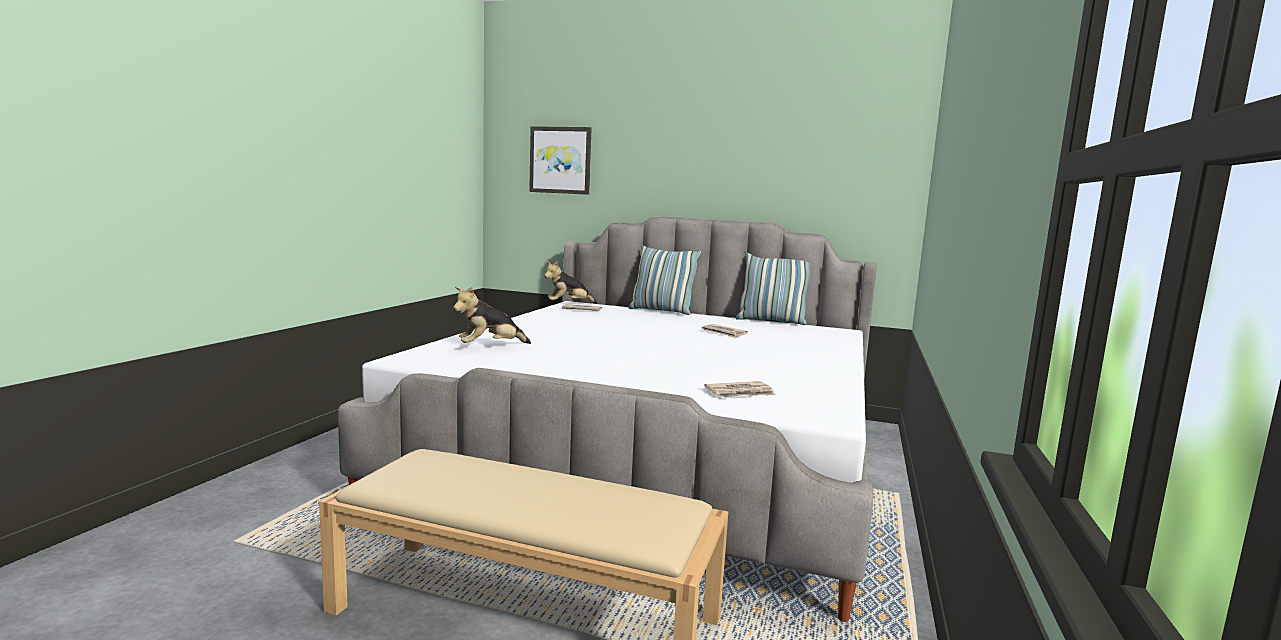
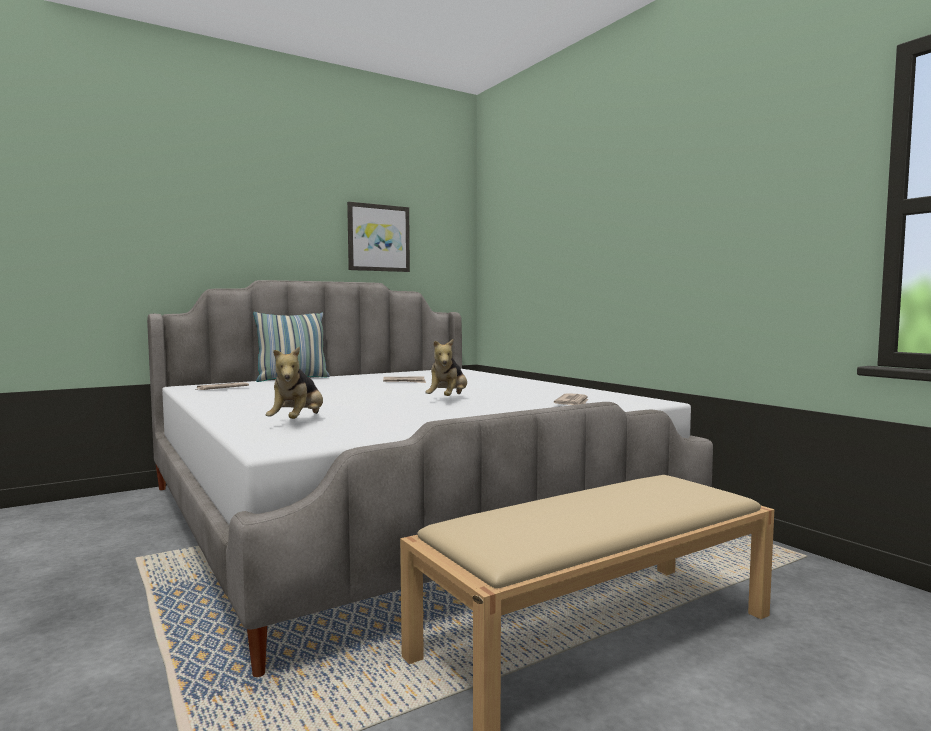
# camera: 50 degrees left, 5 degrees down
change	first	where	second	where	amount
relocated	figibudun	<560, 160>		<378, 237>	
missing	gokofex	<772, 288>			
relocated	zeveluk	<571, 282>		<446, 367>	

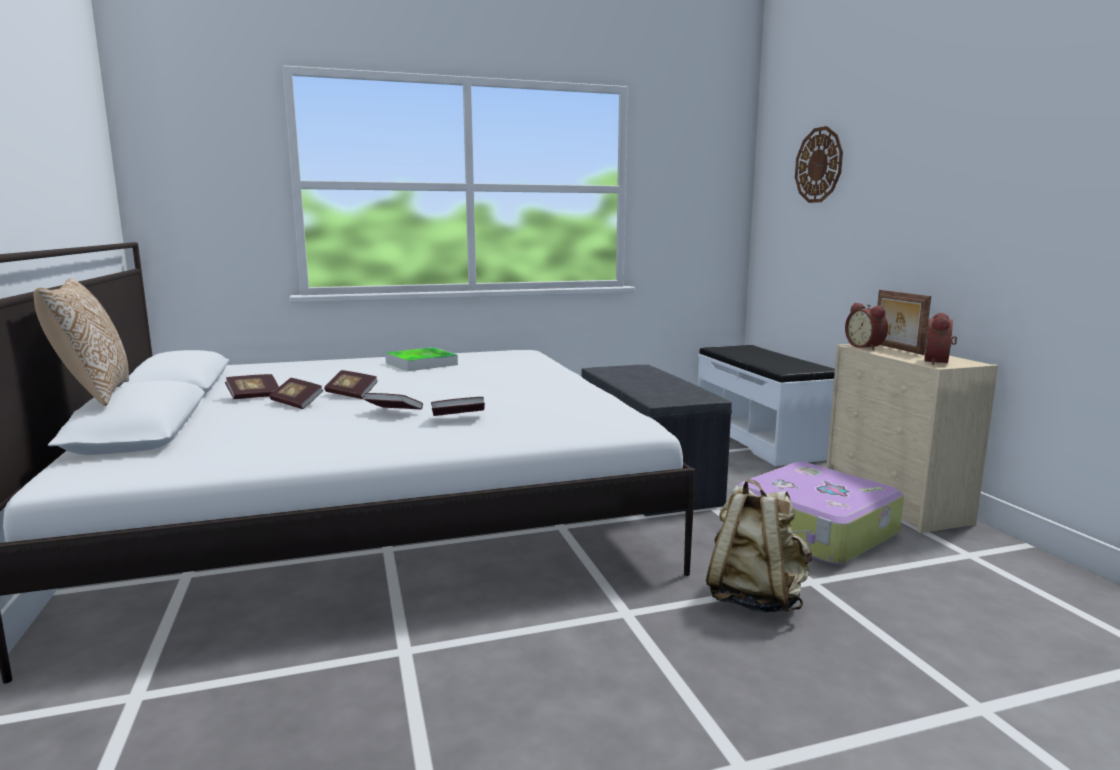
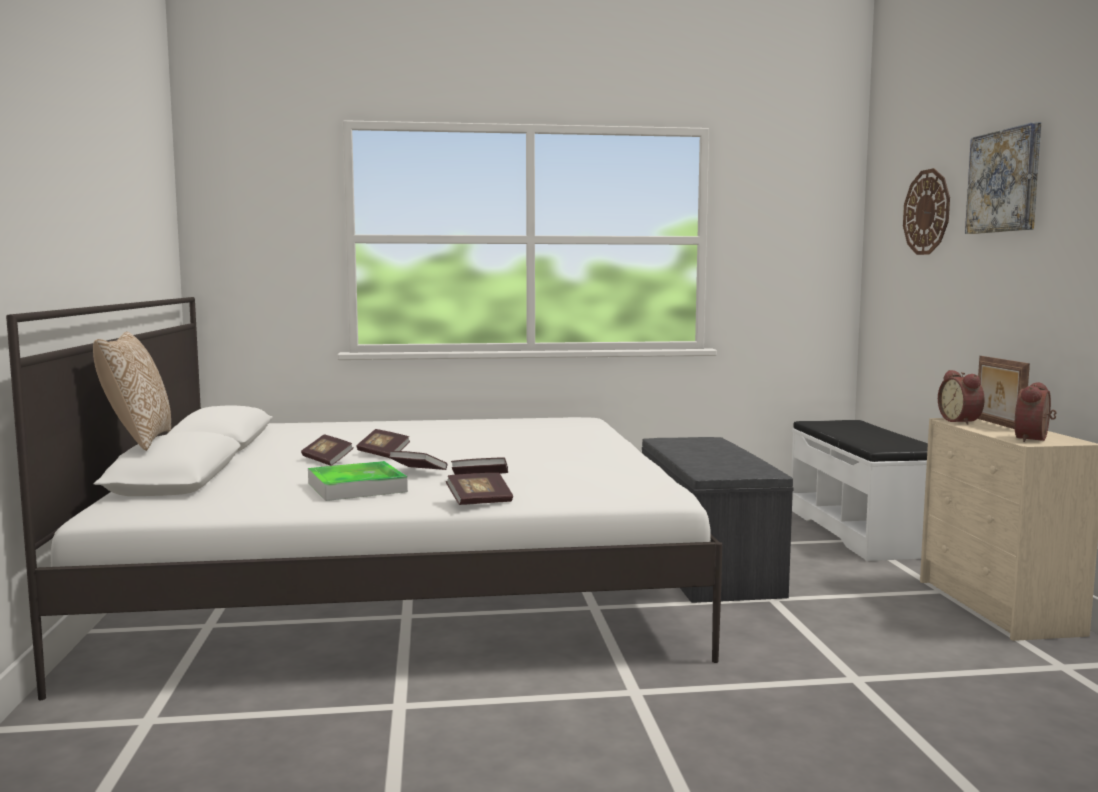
# camera: 10 degrees right, 5 degrees down
change	first	where	second	where	amount
relocated	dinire	<421, 359>		<358, 481>	
relocated	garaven	<252, 386>		<479, 489>	
missing	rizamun	<820, 513>			
missing	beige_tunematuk	<759, 546>			
appeared			figibudun	<1003, 178>	

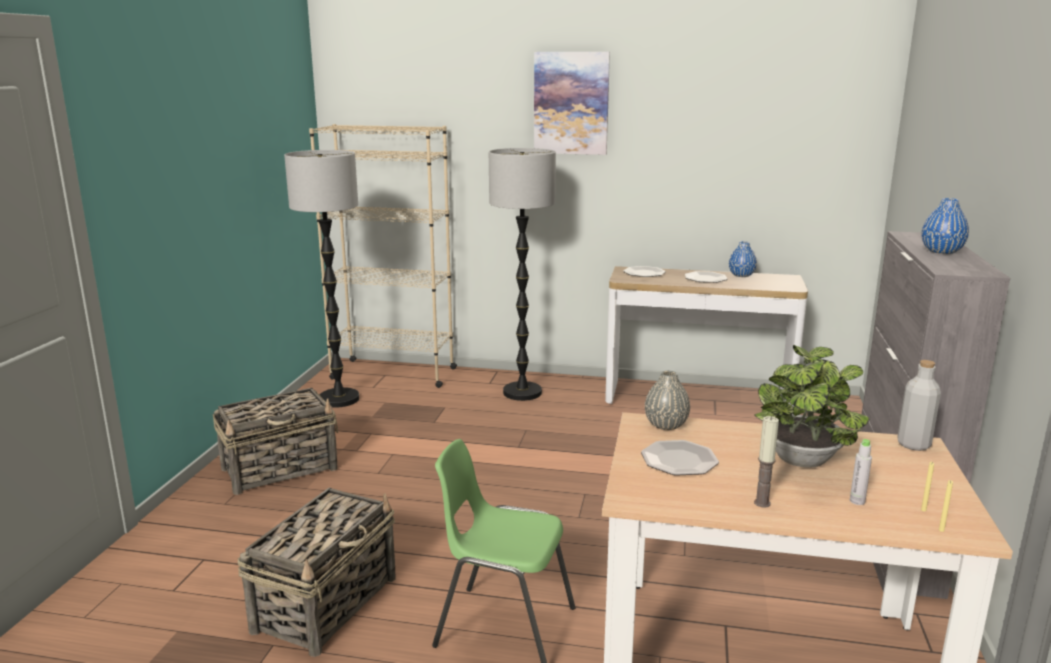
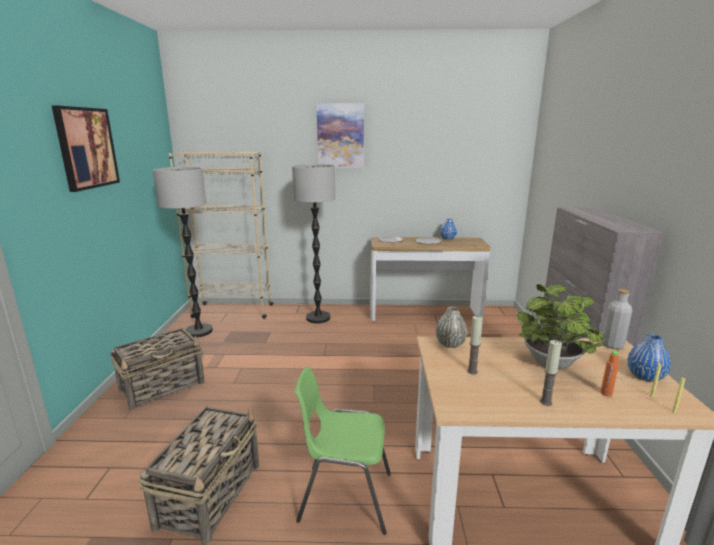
# camera: 10 degrees left, 0 degrees up
change	first	where	second	where	amount
relocated	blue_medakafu	<945, 226>		<649, 358>	
colour	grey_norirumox	<861, 472>	orange_norirumox	<610, 373>	
exchanged	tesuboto	<680, 458>	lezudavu	<475, 345>	
appeared			figibudun	<86, 148>	

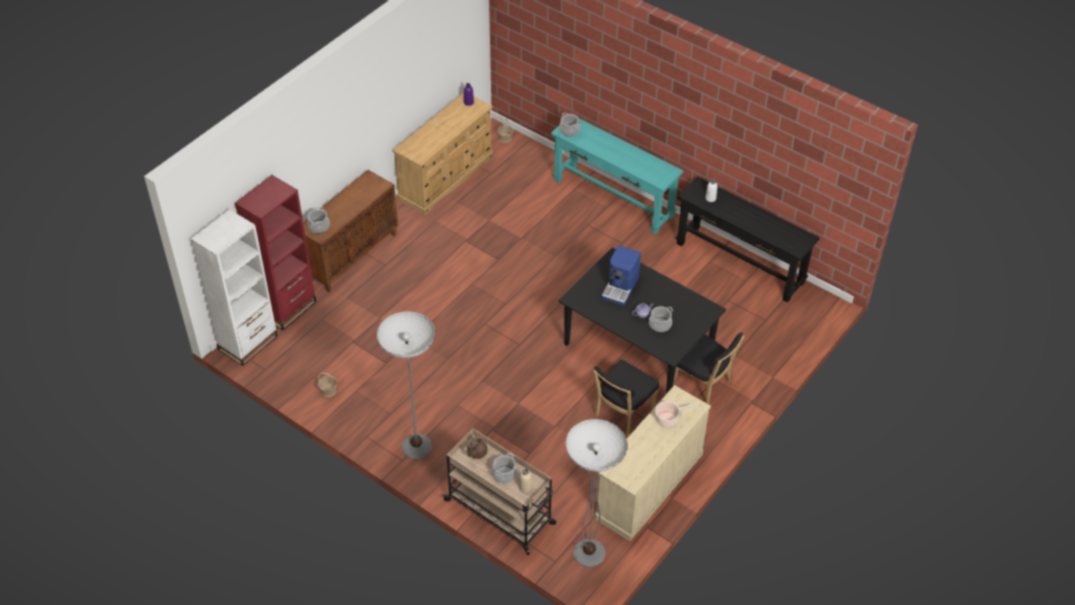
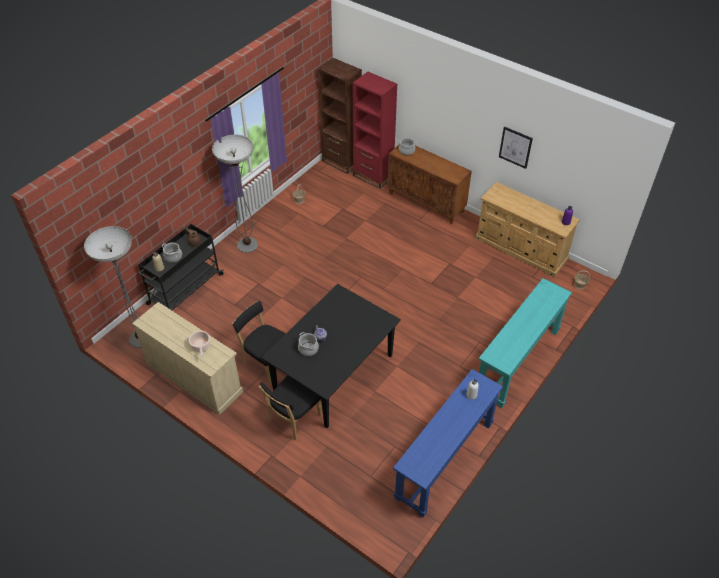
# camera: 90 degrees right, 0 degrees up
change	first	where	second	where	amount
missing	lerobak	<569, 124>			
colour	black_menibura	<748, 239>	blue_menibura	<448, 443>	
colour	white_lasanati	<234, 287>	brown_lasanati	<340, 116>	
missing	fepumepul	<621, 275>			
colour	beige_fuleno	<499, 491>	black_fuleno	<181, 267>	
appeared			figibudun	<516, 148>	

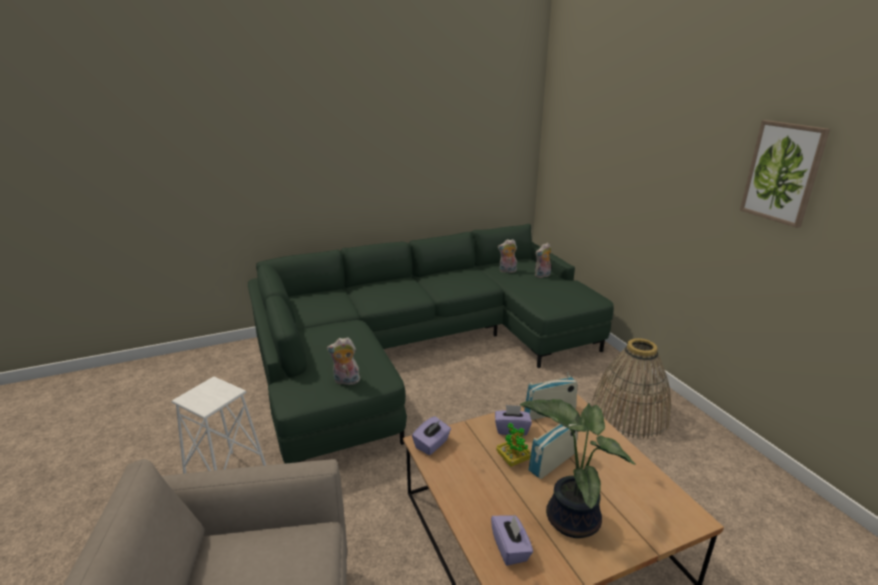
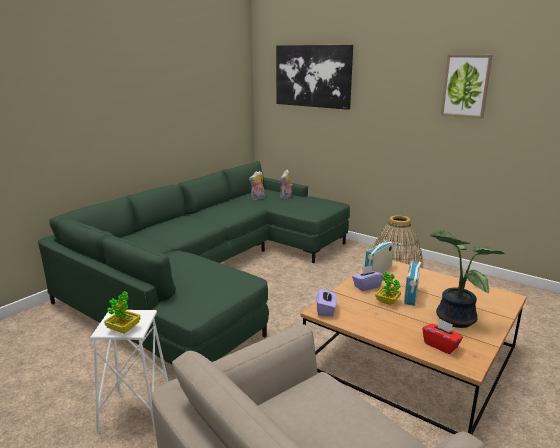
# camera: 30 degrees left, 5 degrees down
change	first	where	second	where	amount
missing	zeveluk	<344, 361>			
colour	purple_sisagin	<512, 540>	red_sisagin	<442, 336>	
appeared			figibudun	<314, 77>	
appeared			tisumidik	<122, 312>	

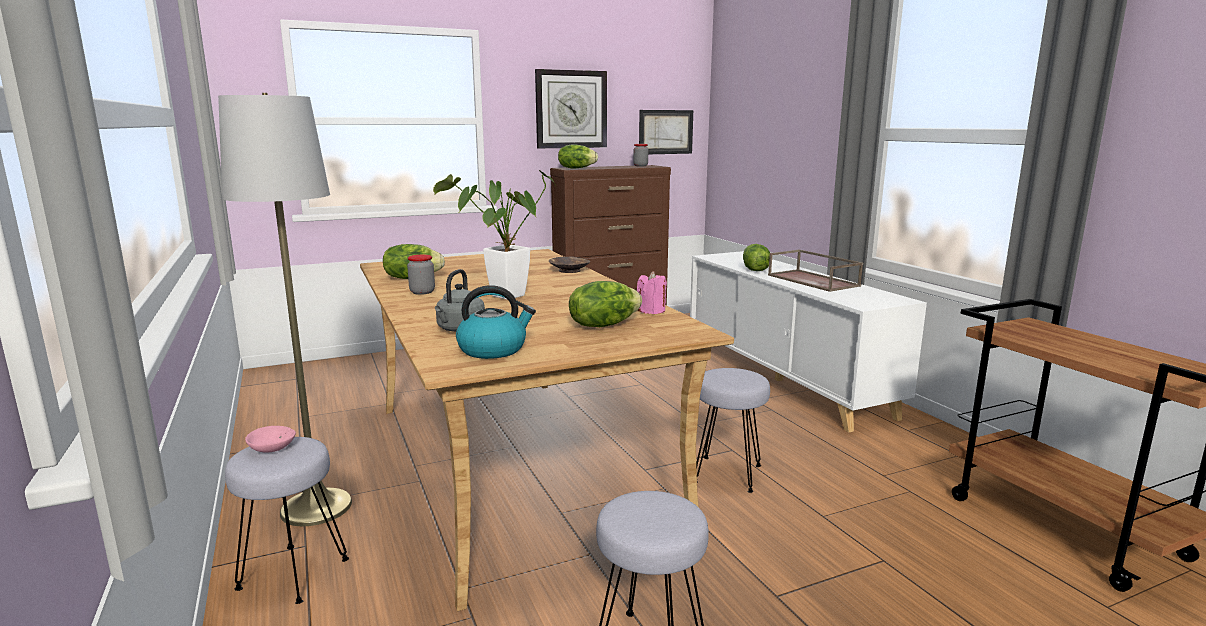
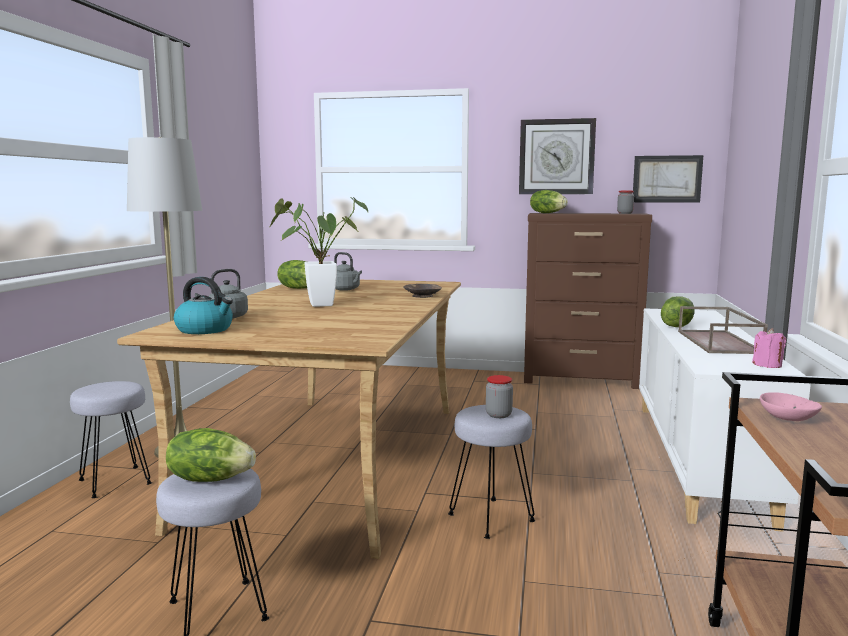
# camera: 35 degrees right, 5 degrees down
change	first	where	second	where	amount
relocated	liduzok	<421, 275>		<499, 396>	
relocated	pink_lezudavu	<652, 292>		<769, 348>	
relocated	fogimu	<605, 304>		<211, 455>	
relocated	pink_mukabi	<270, 439>		<791, 406>	
appeared			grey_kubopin	<348, 271>	

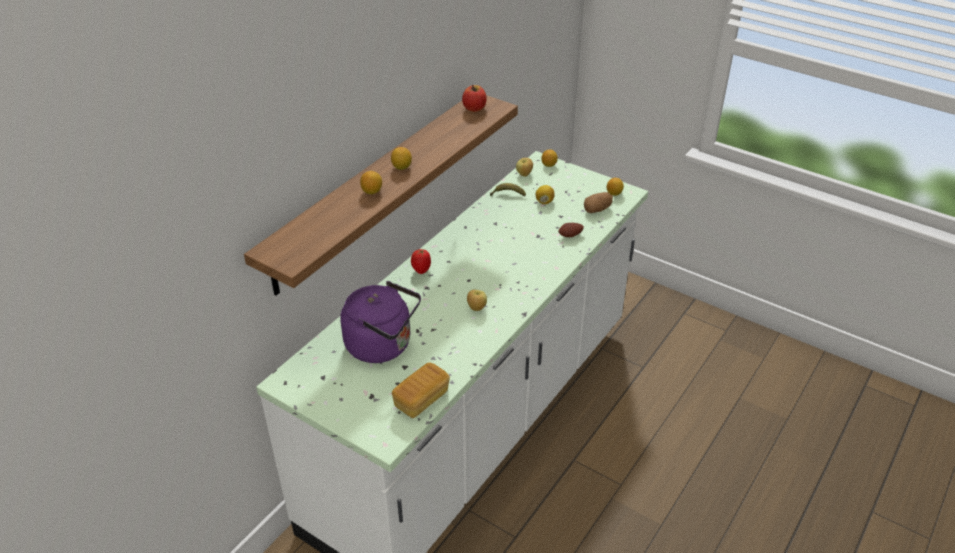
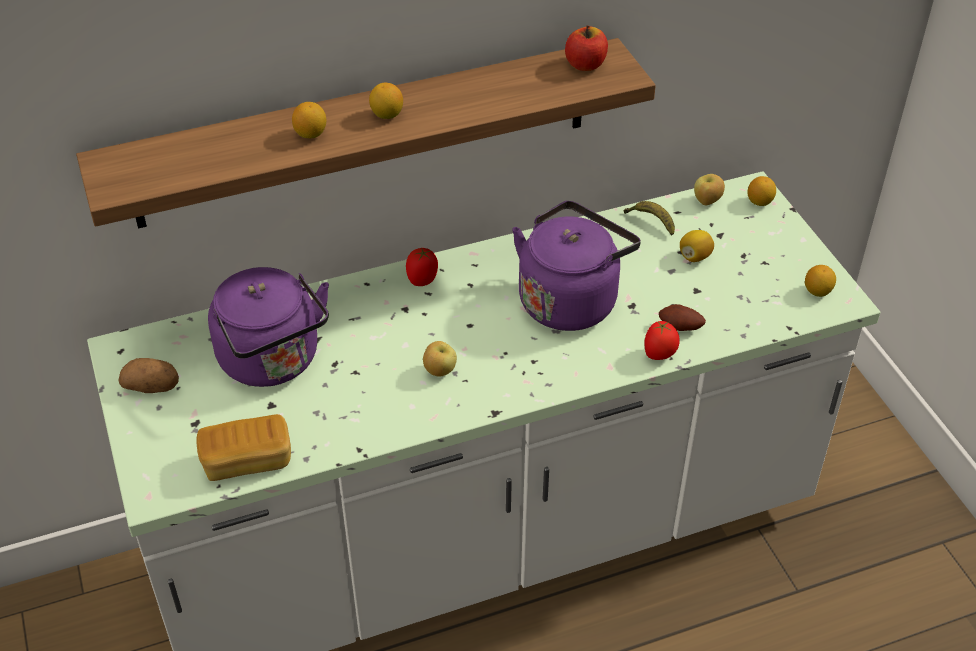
# camera: 35 degrees right, 5 degrees up
change	first	where	second	where	amount
relocated	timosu	<598, 202>		<149, 375>	
appeared			purple_kubopin	<576, 266>	
appeared			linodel	<662, 340>	

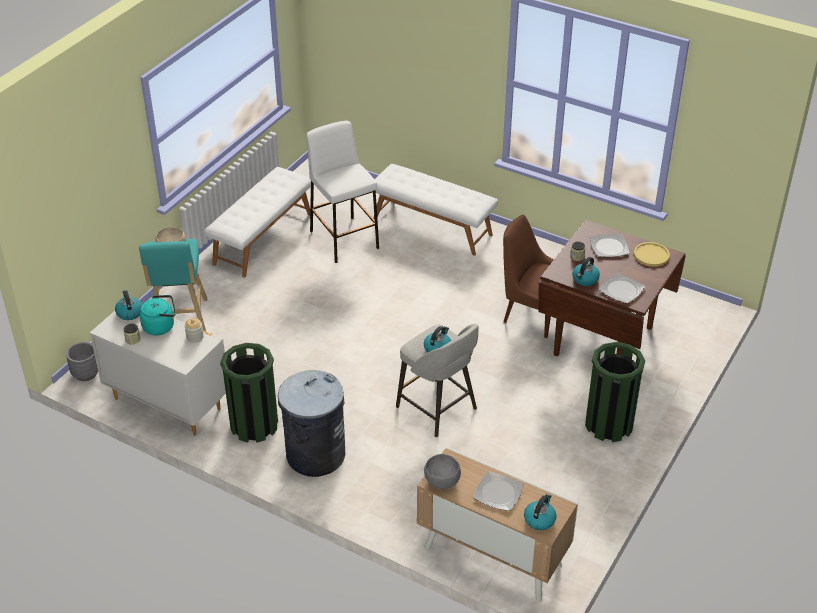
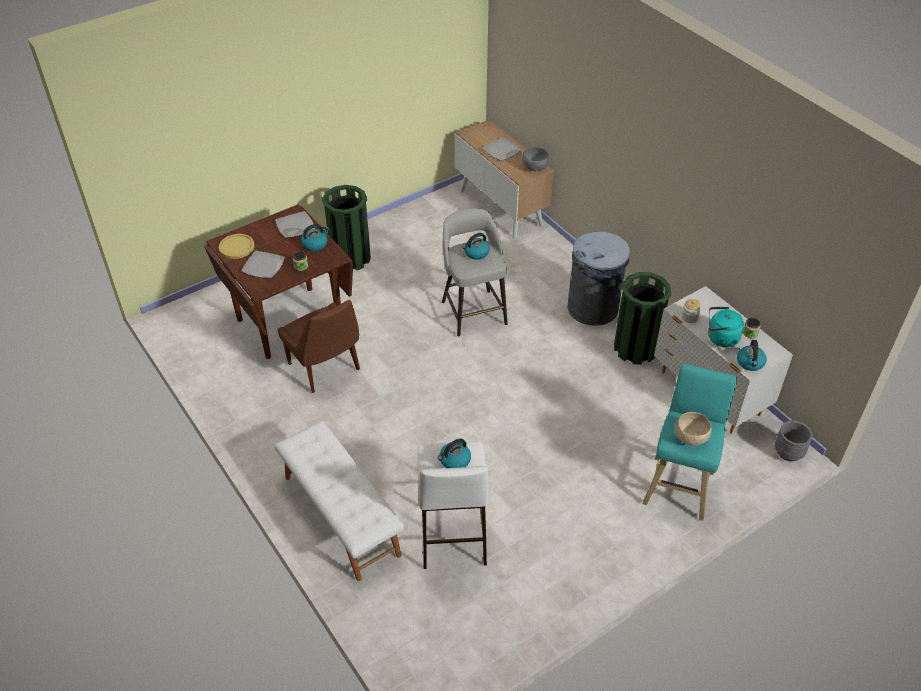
# camera: 155 degrees left, 5 degrees up
change	first	where	second	where	amount
missing	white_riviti	<257, 222>			
relocated	kubopin	<540, 512>		<454, 453>	

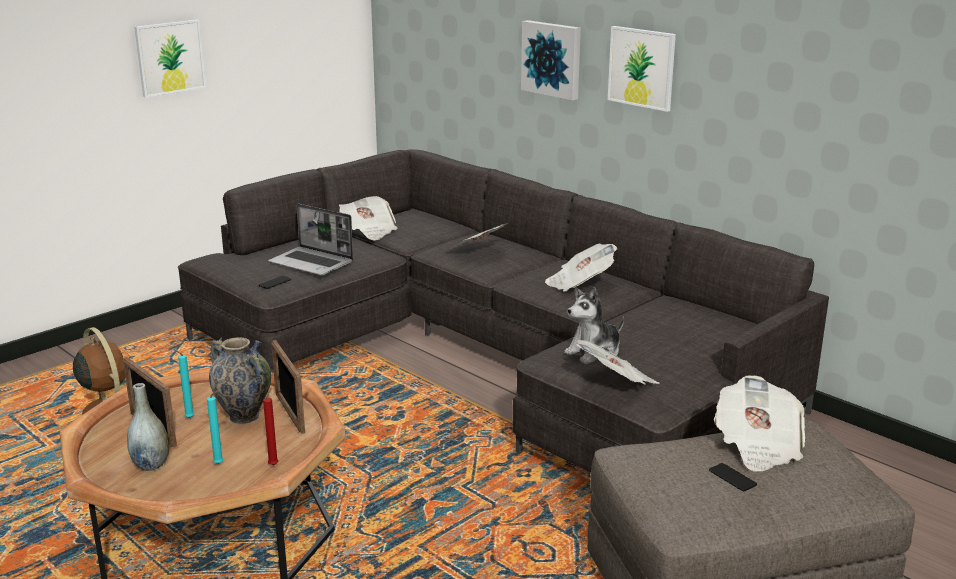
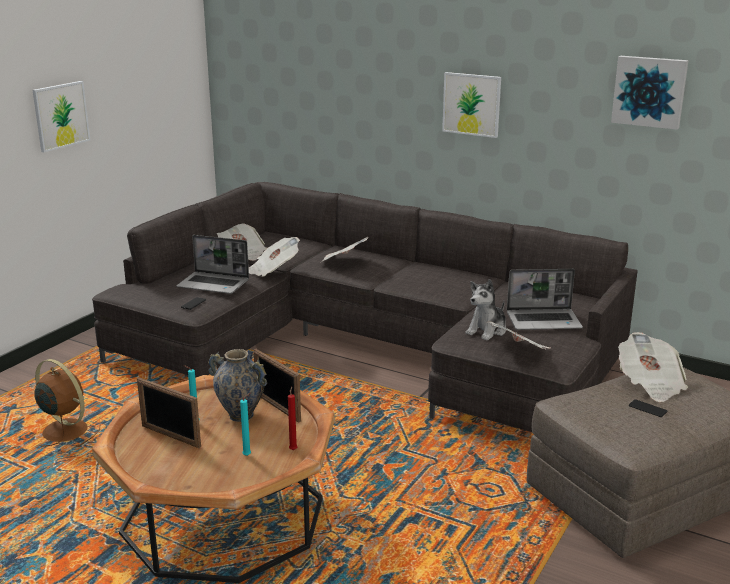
# camera: 15 degrees left, 0 degrees up
change	first	where	second	where	amount
relocated	figibudun	<551, 60>		<650, 93>	
relocated	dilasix	<581, 268>		<274, 257>	
missing	grey_medakafu	<148, 427>			
appeared			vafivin	<545, 299>	

